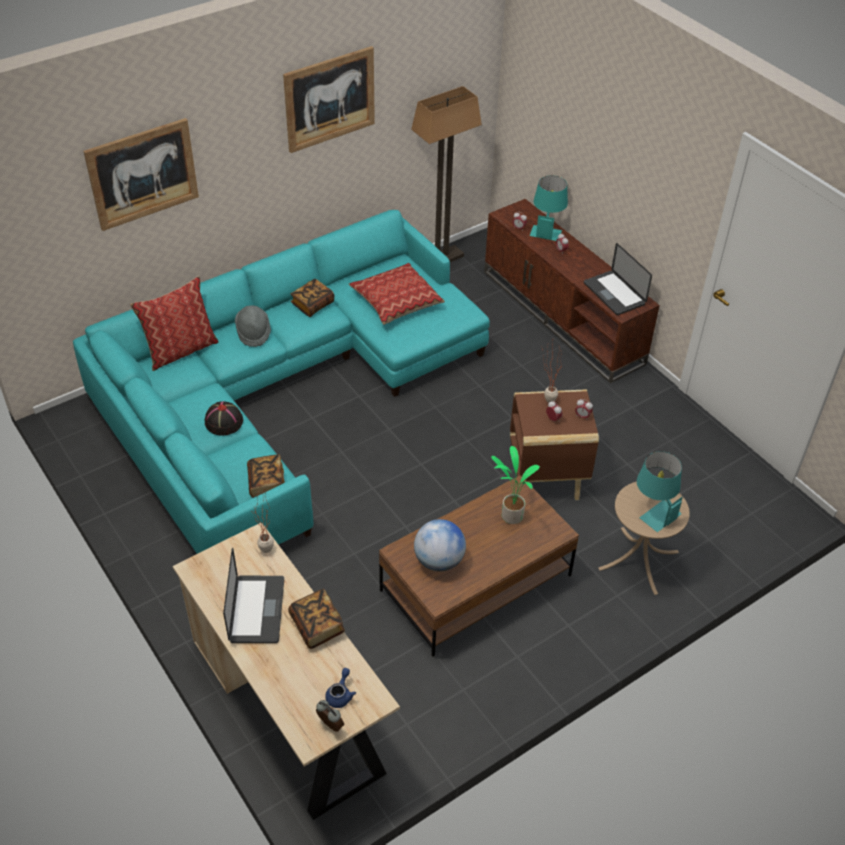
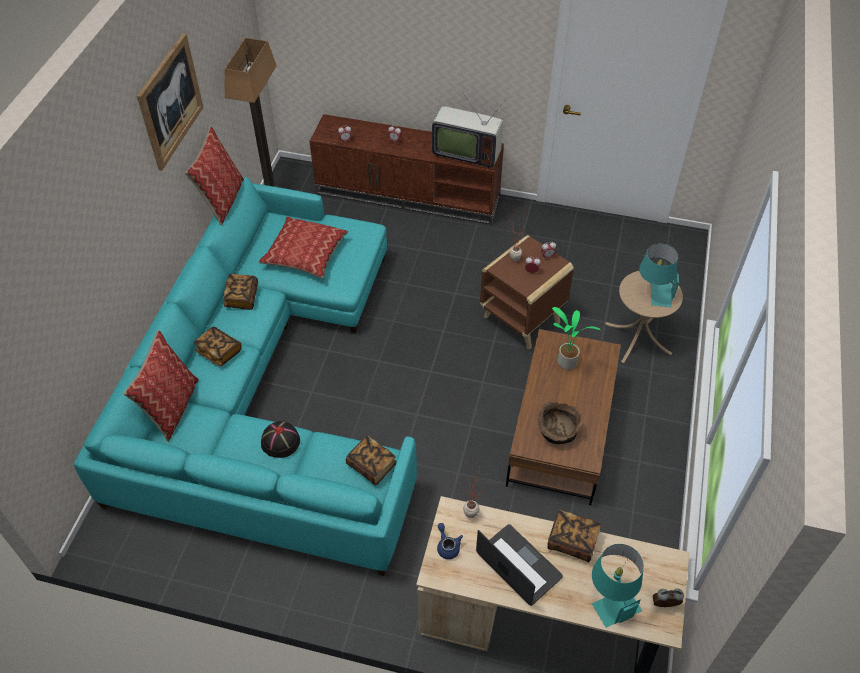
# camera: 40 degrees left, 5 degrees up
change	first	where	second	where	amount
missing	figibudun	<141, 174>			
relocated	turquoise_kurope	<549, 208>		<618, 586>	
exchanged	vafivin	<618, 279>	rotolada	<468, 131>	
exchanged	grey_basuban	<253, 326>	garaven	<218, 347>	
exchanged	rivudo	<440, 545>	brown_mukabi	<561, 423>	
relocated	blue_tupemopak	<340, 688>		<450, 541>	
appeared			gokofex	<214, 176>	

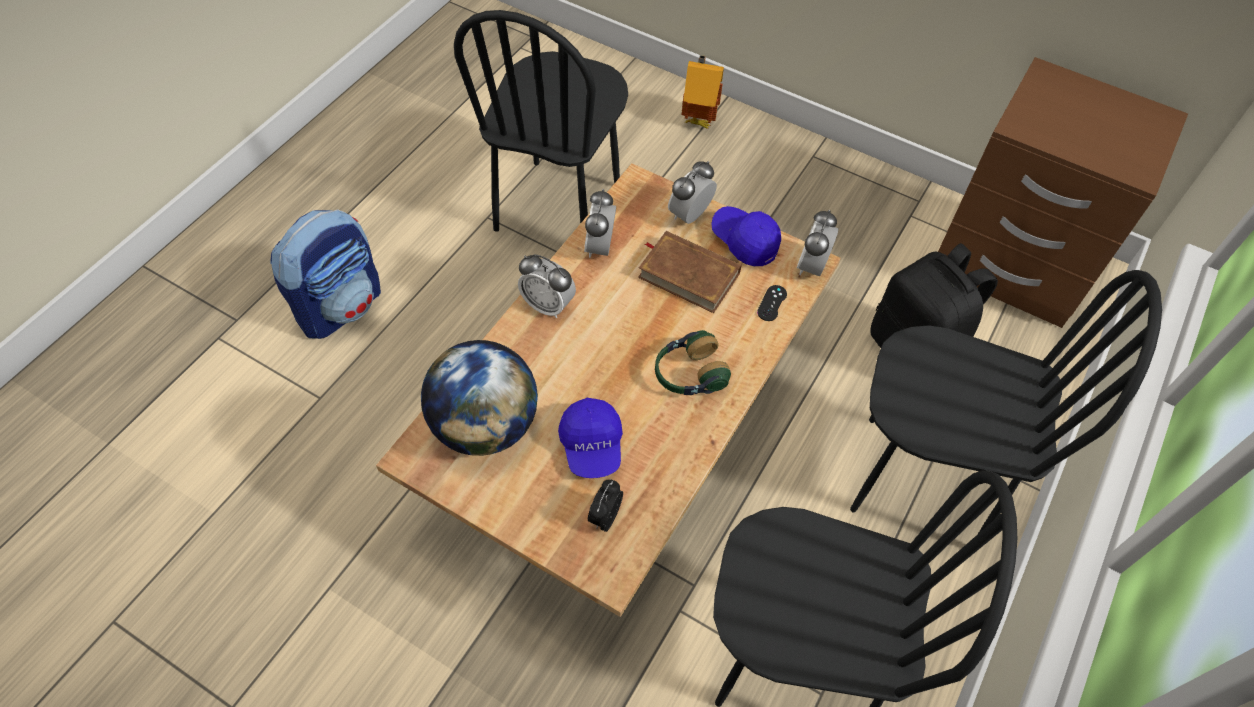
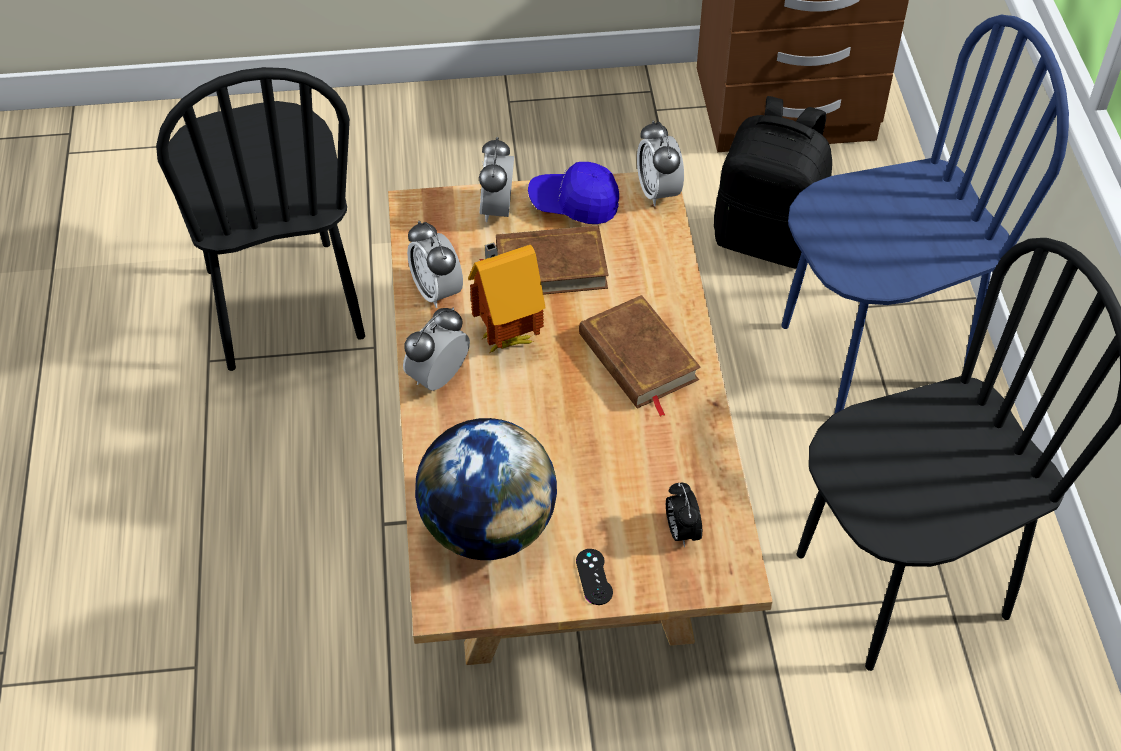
# camera: 35 degrees left, 5 degrees down
change	first	where	second	where	amount
relocated	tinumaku	<702, 92>		<507, 297>	
missing	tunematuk	<325, 274>			
spun	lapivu	<547, 286>		<436, 349>	135 degrees clockwise
colour	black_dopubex	<1006, 402>	blue_dopubex	<925, 214>	
relocated	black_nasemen	<772, 303>		<594, 577>	
exchanged	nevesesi	<693, 362>	brown_garaven	<640, 356>	
missing	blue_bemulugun	<590, 437>			

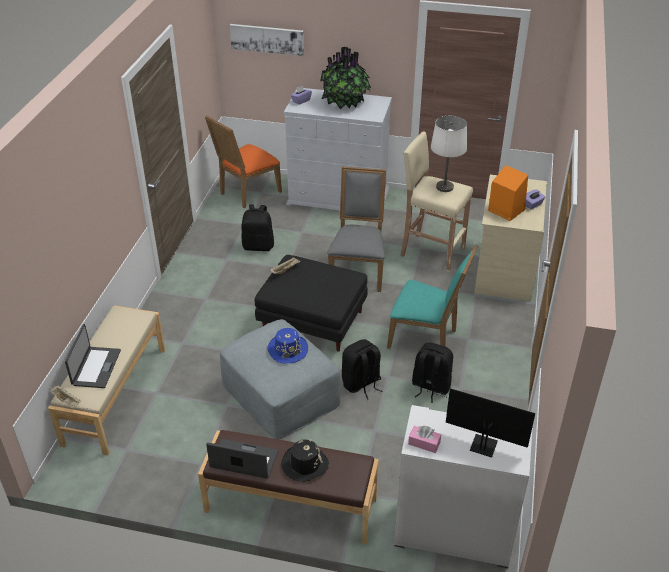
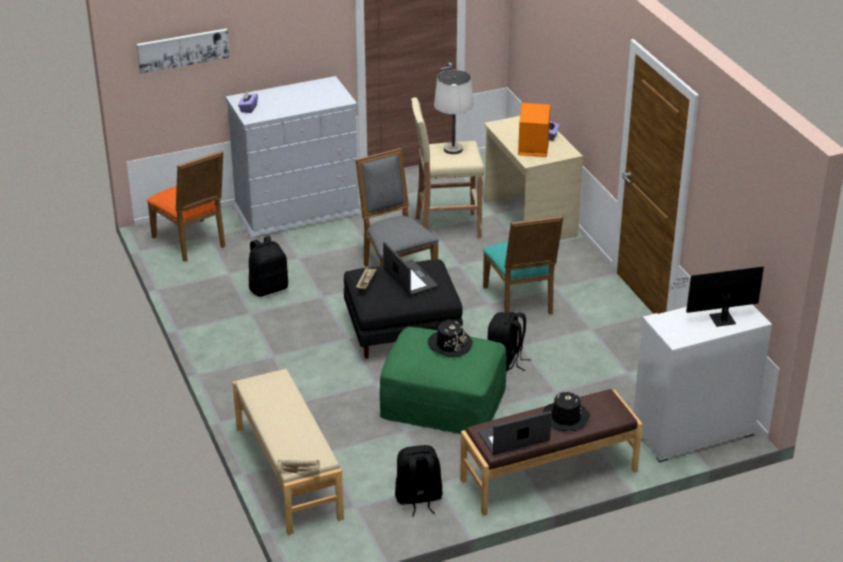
# camera: 35 degrees left, 5 degrees down
change	first	where	second	where	amount
missing	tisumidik	<345, 78>			
spun	orange_dopubex	<243, 162>		<186, 206>	45 degrees counterclockwise
spun	turquoise_dopubex	<432, 296>		<523, 265>	90 degrees clockwise
colour	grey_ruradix	<280, 379>	green_ruradix	<443, 380>	
relocated	vafivin	<93, 356>		<410, 269>	
colour	blue_basuban	<287, 346>	black_basuban	<450, 338>	
relocated	black_tunematuk	<432, 373>		<418, 480>	
missing	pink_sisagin	<424, 439>			

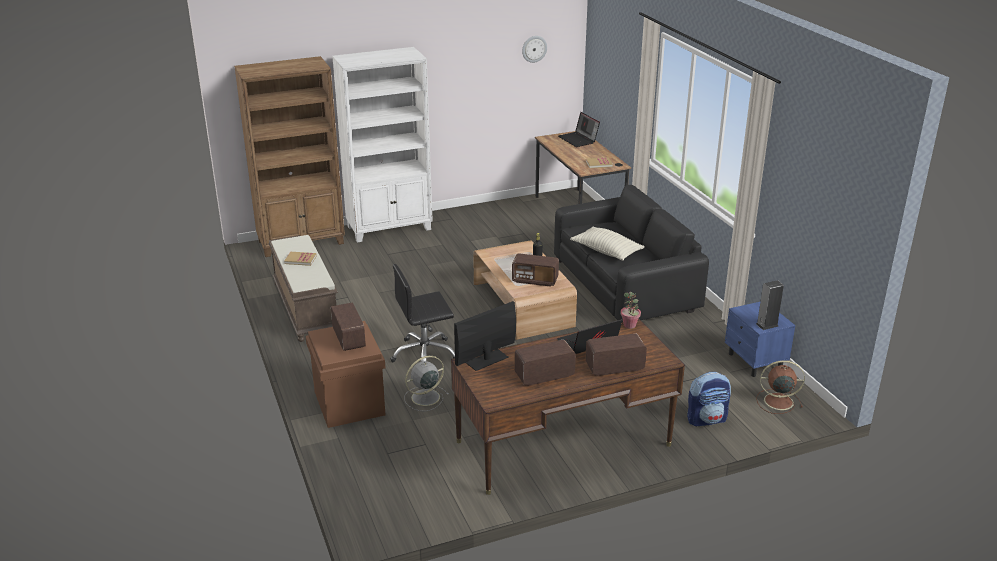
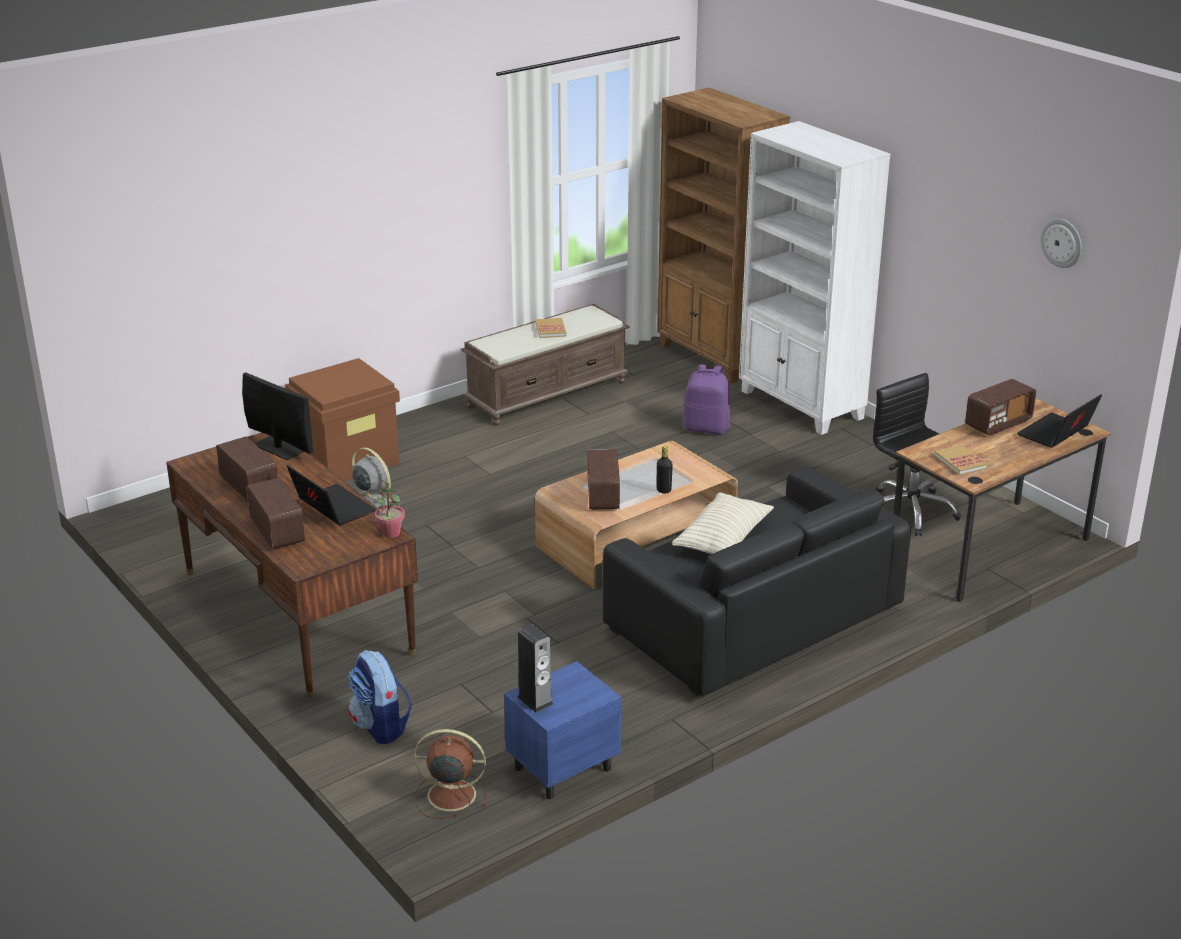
# camera: 75 degrees right, 0 degrees up
change	first	where	second	where	amount
relocated	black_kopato	<422, 313>		<917, 454>	
relocated	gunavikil	<348, 326>		<1000, 407>	
spun	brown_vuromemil	<780, 387>		<450, 774>	75 degrees counterclockwise
appeared			purple_tunematuk	<706, 399>	

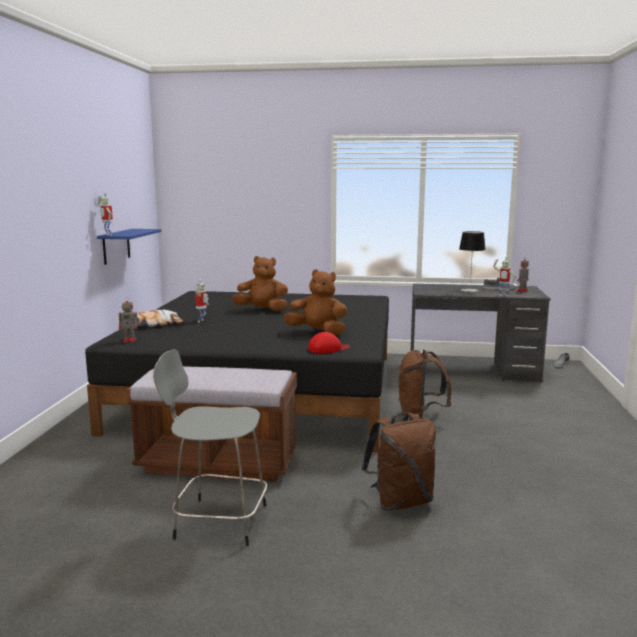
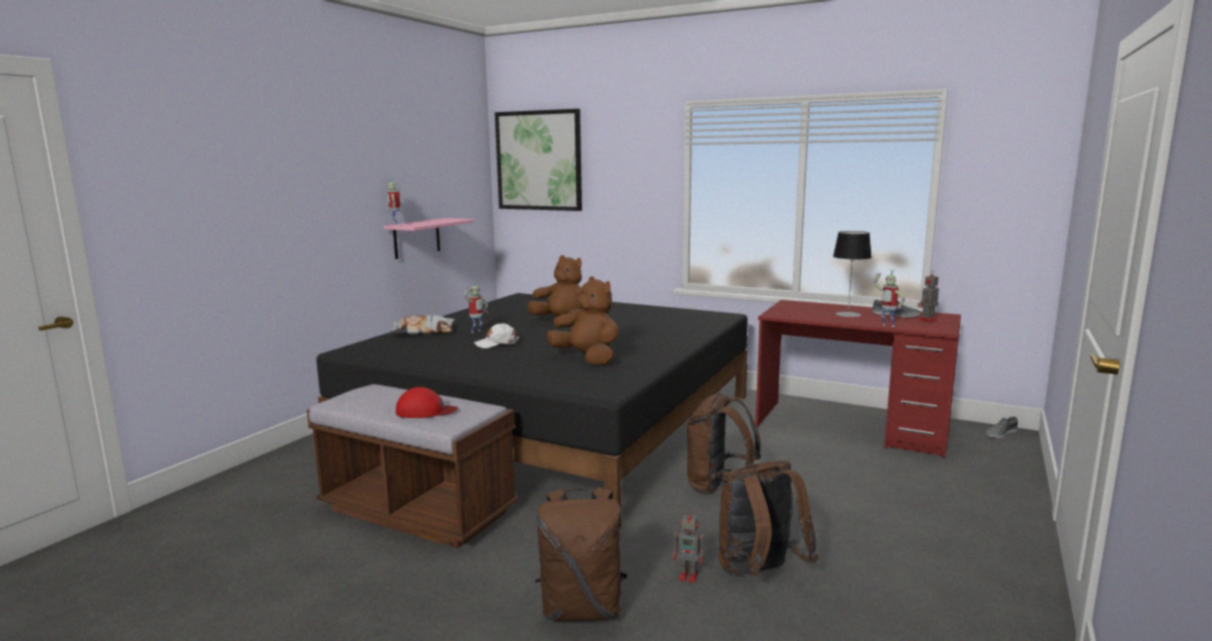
# camera: 20 degrees right, 0 degrees up
change	first	where	second	where	amount
colour	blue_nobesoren	<129, 247>	pink_nobesoren	<428, 238>	
colour	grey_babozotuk	<481, 333>	red_babozotuk	<858, 379>	
relocated	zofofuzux	<129, 319>		<690, 546>	
relocated	red_bemulugun	<329, 342>		<427, 402>	
missing	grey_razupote	<210, 447>			
appeared			figibudun	<538, 160>	
appeared			white_bemulugun	<496, 335>	
appeared			brown_tunematuk	<768, 518>	

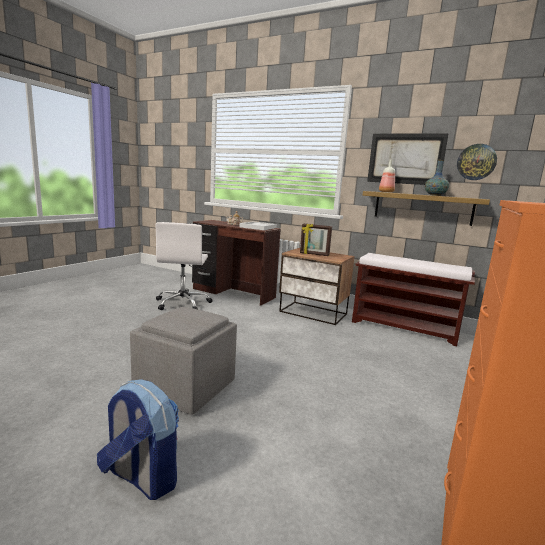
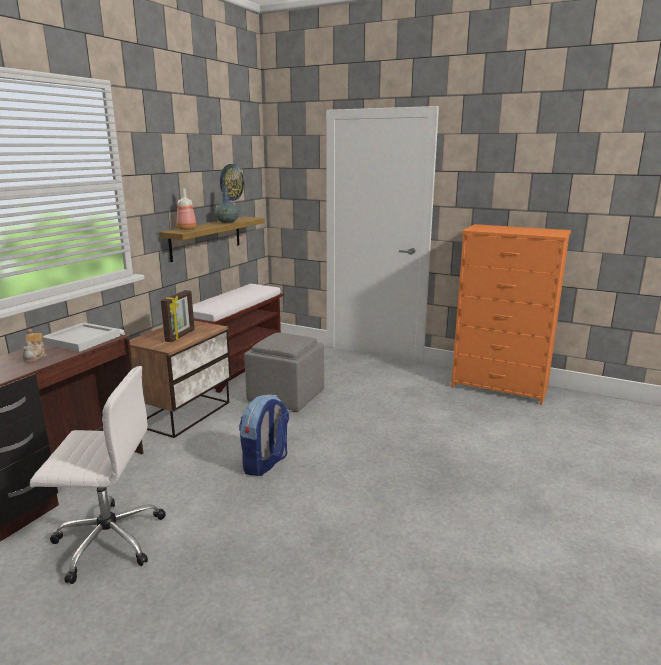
# camera: 90 degrees left, 5 degrees up
change	first	where	second	where	amount
missing	figibudun	<408, 159>			
relocated	grey_ruradix	<183, 361>		<284, 372>	
relocated	tunematuk	<138, 439>		<264, 435>	

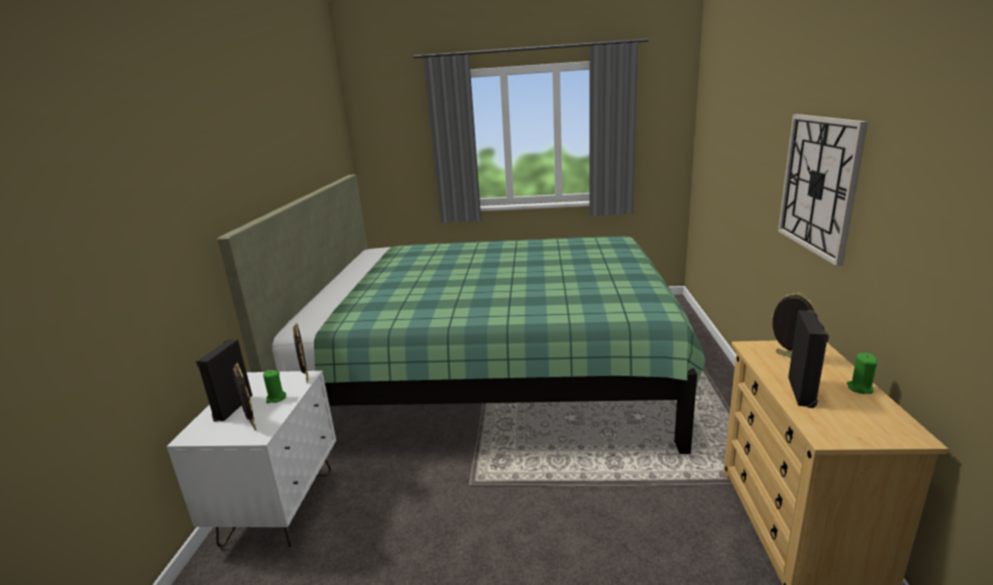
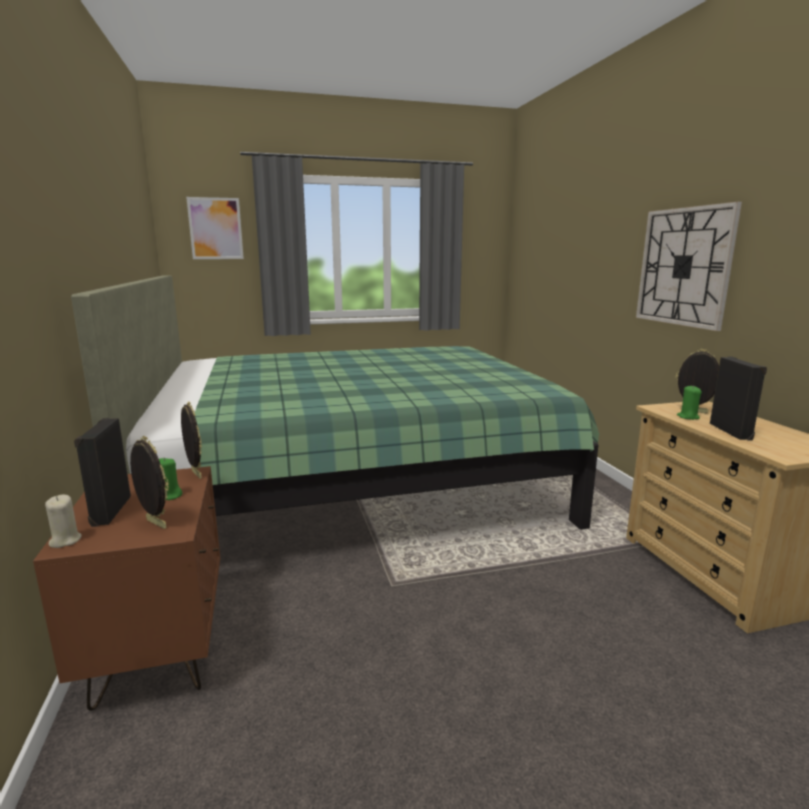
# camera: 20 degrees left, 5 degrees down
change	first	where	second	where	amount
relocated	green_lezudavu	<862, 373>		<689, 402>	
colour	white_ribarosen	<251, 459>	brown_ribarosen	<126, 588>	
appeared			figibudun	<215, 228>	
appeared			beige_lezudavu	<63, 521>	

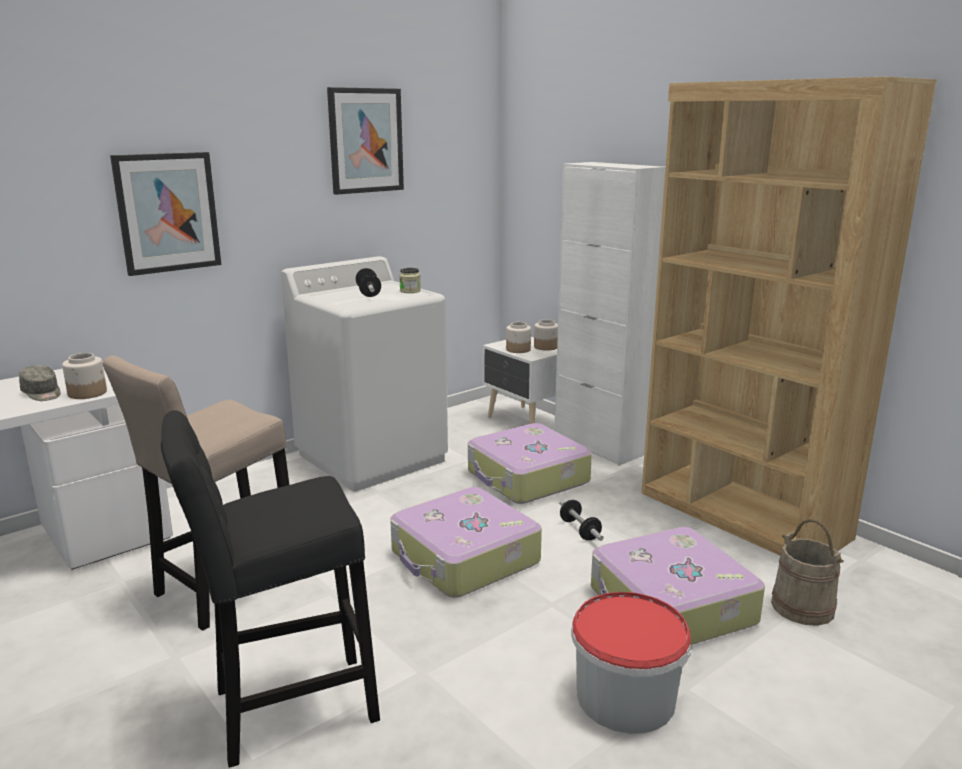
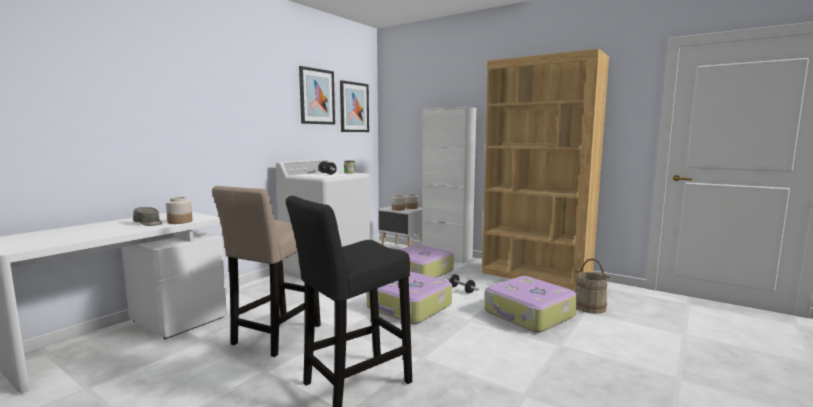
# camera: 15 degrees left, 10 degrees down
change	first	where	second	where	amount
relocated	figibudun	<165, 214>		<354, 106>	
missing	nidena	<631, 663>			

